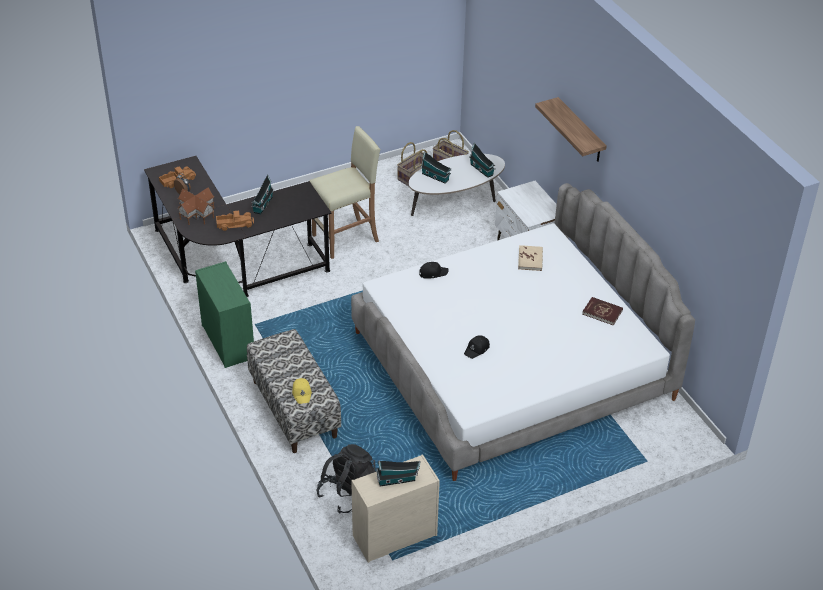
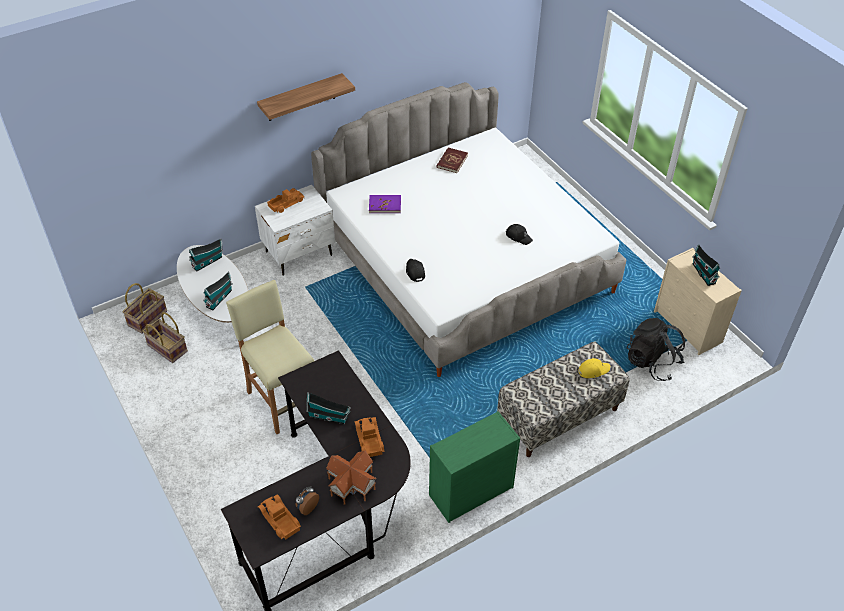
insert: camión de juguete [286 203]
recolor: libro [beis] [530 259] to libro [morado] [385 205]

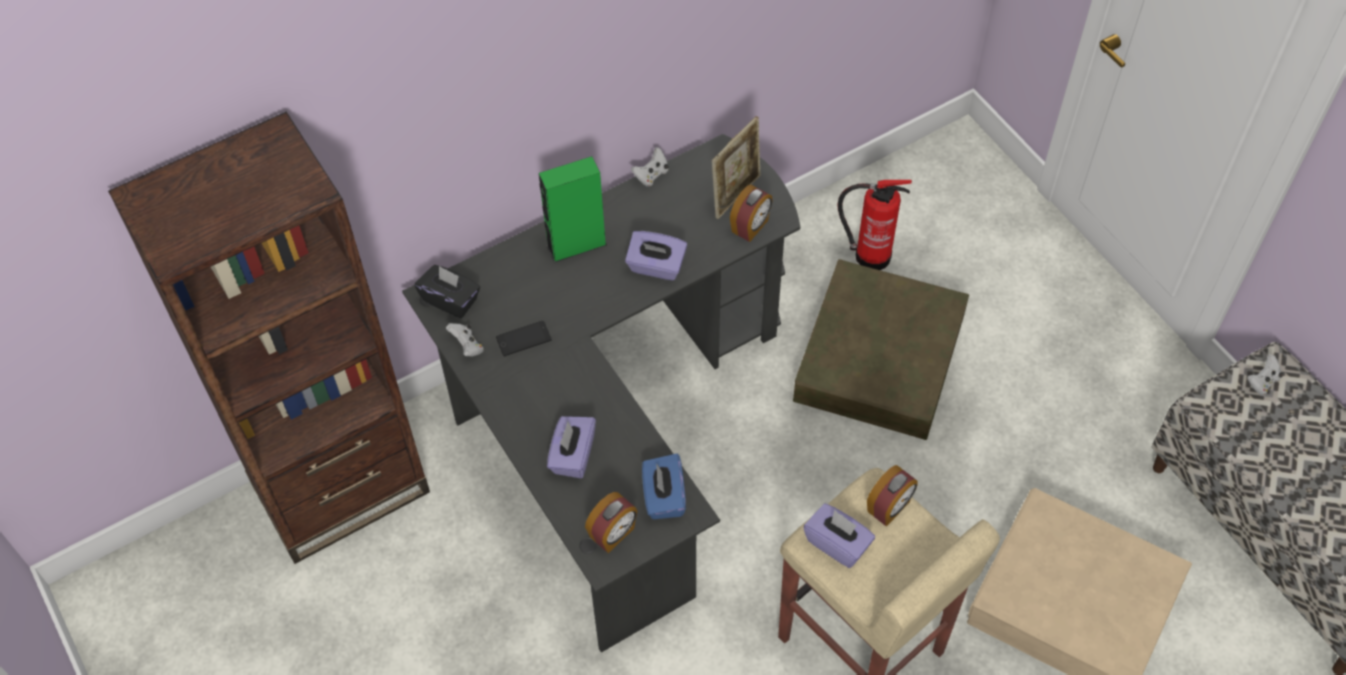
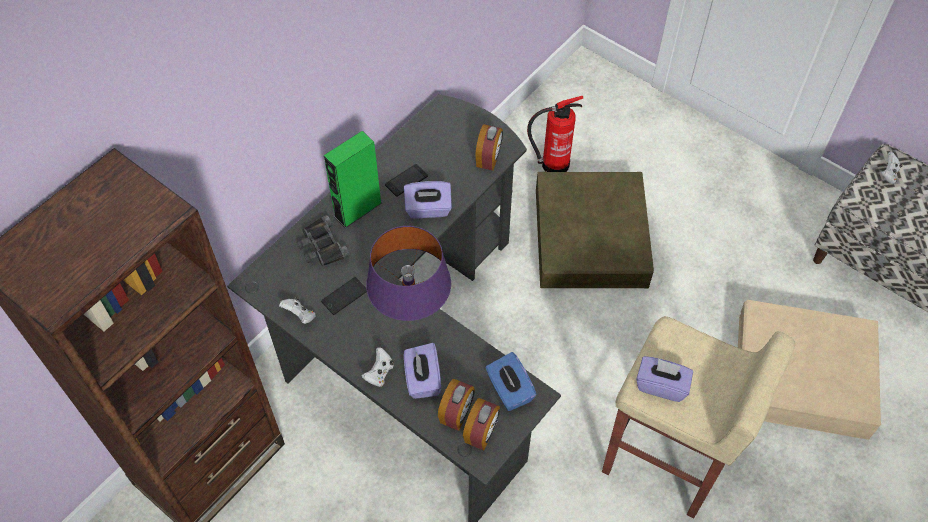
delete: caja de pañuelos [negro] [450 300]; portarretratos [736 194]
insert: prismáticos [negro] [321 246]; lámpara de mesa [morado] [411 312]; móvil [406 180]
move: mando de consola [blanco] [651 175] to [379 373]; despertador [889 507] to [456 414]

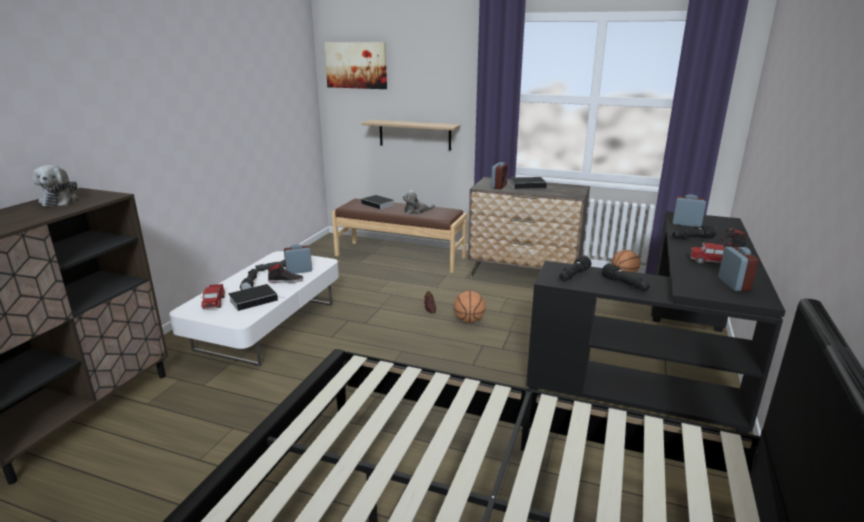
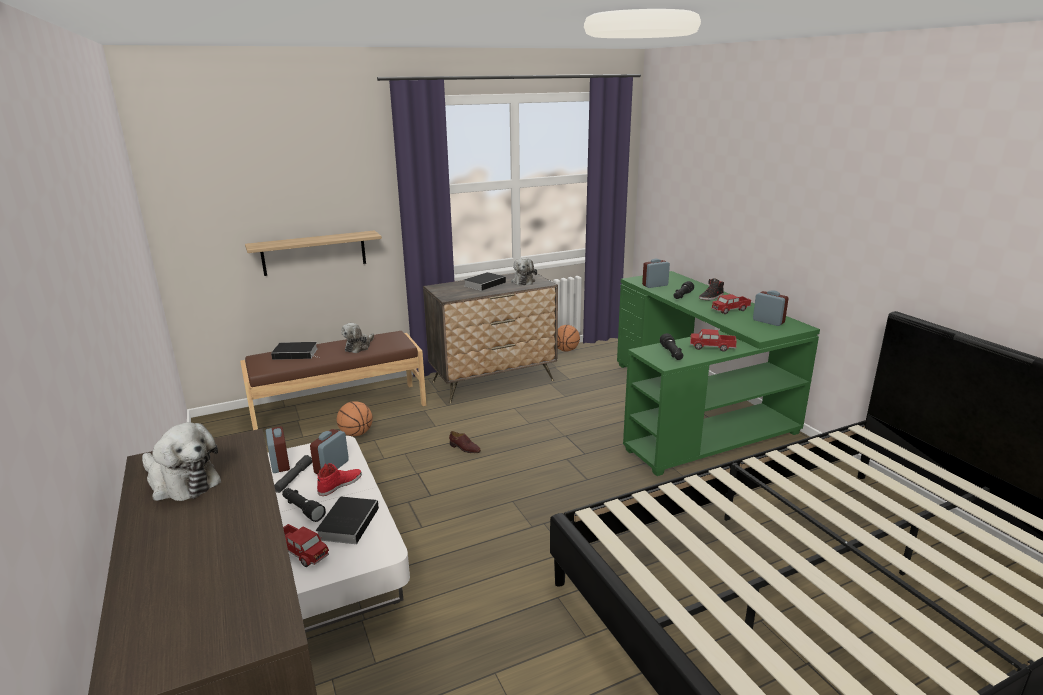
delete: cuadro [356 65]
insert: peluche [523 281]
move: despertador [499 186] to [280 464]; balón de baloncesto [469 321] to [356 434]
replace: linterna [negro] [625 285] to camión de juguete [712 347]
recolor: zapato [negro] [286 280] to zapato [rojo] [340 484]; escritorio [negro] [664 364] to escritorio [verde] [695 409]

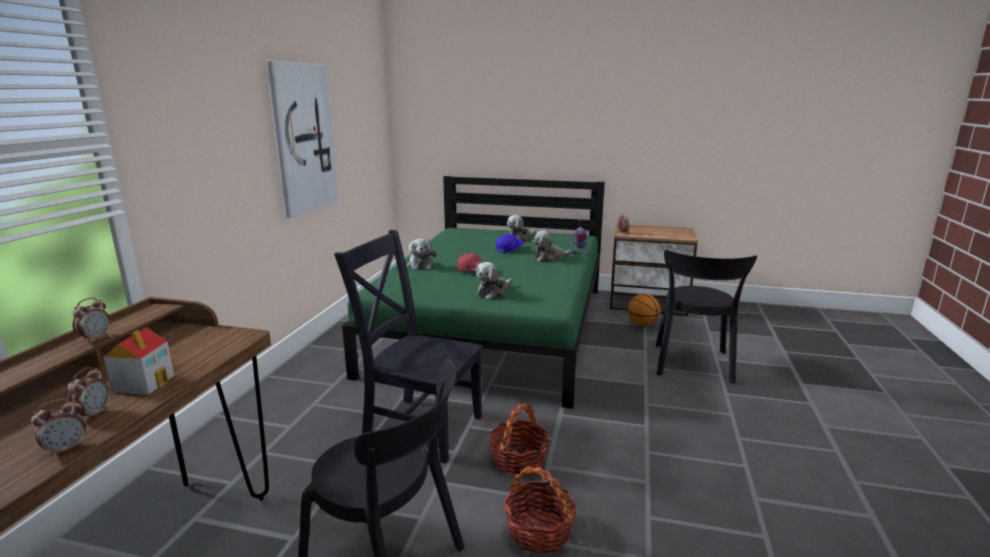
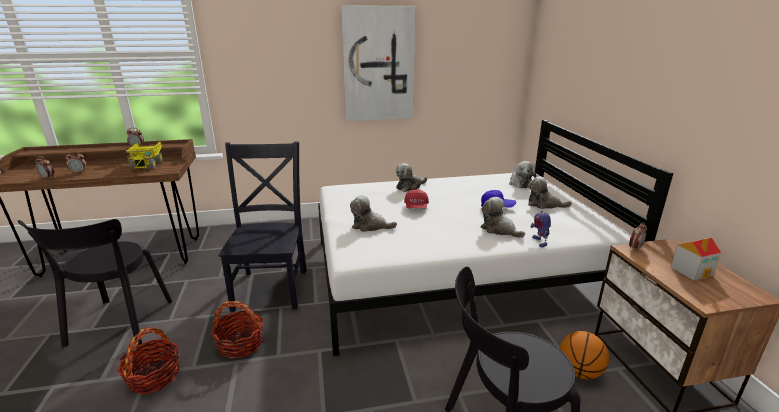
insert: camión de juguete [148 164]; peluche [520 183]
move: casita [144 383] to [691 271]
recolor: cama [verde] [495 328] to cama [blanco] [456 273]

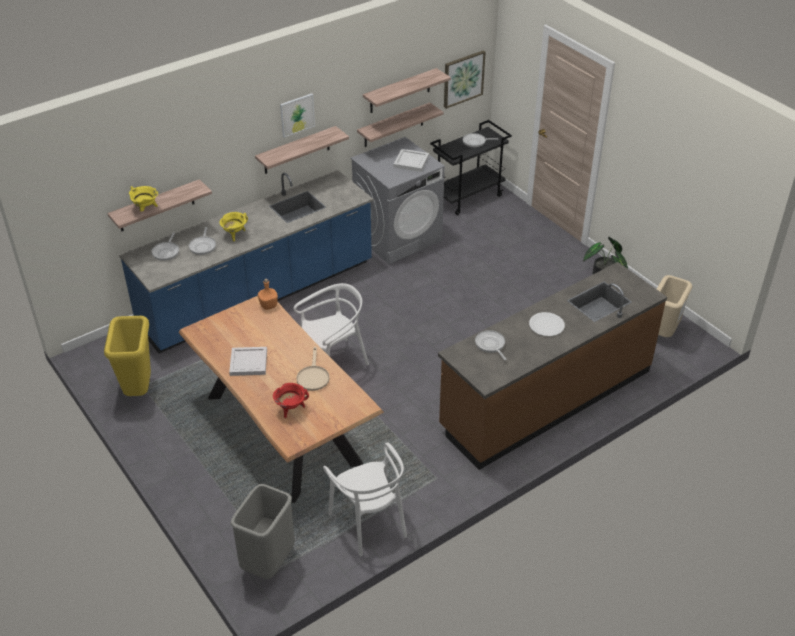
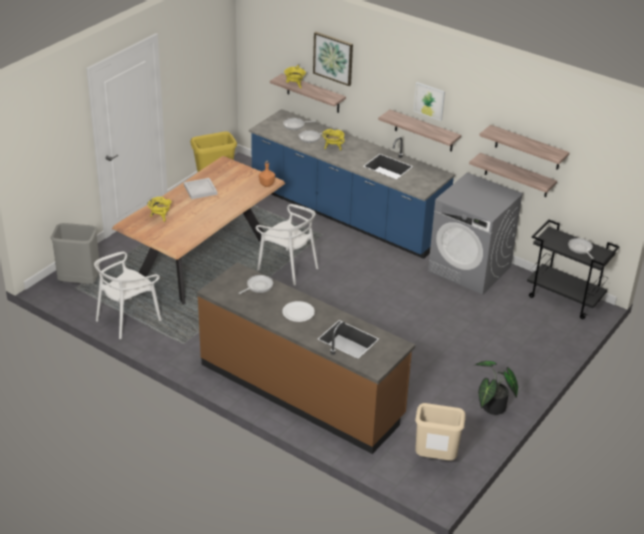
delete: sartén [beis] [313 376]; bandeja [blanco] [411 161]
move: cuadro [463 78] to [333 58]
recolor: olla [rojo] [291 409] to olla [amarillo] [160 217]

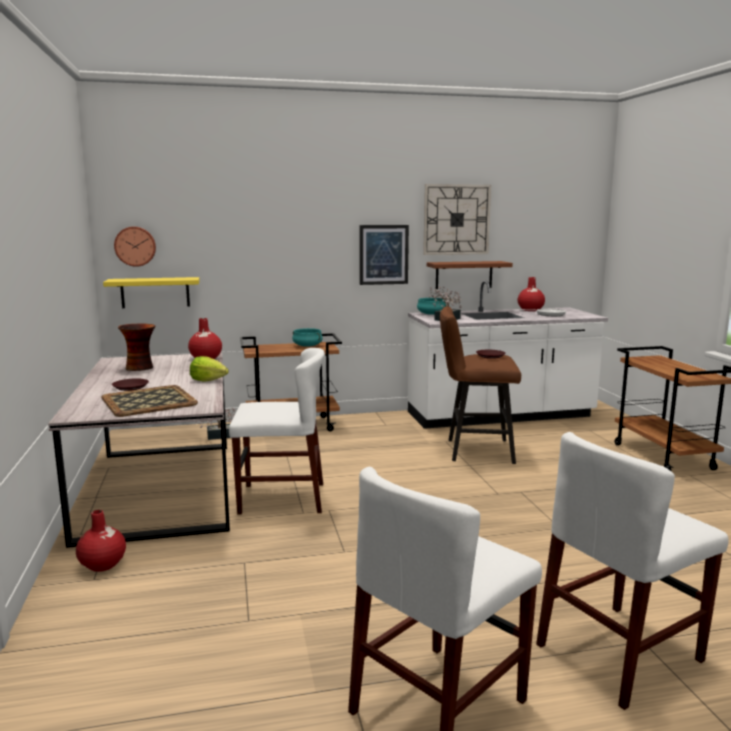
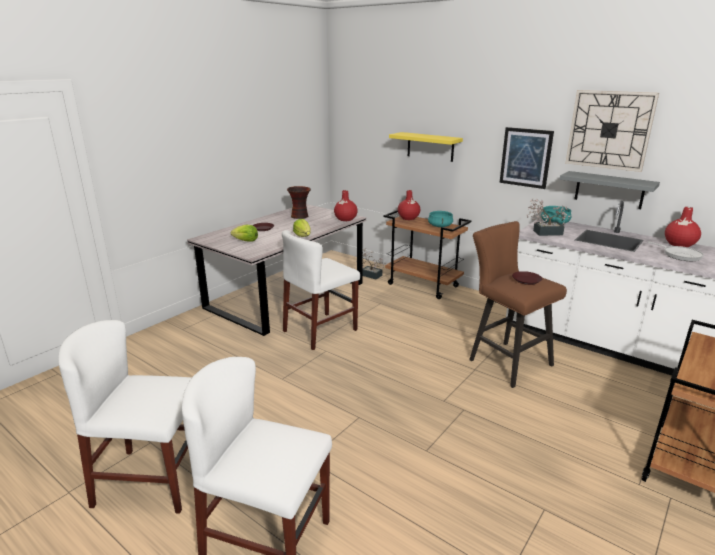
delete: reloj de pared [135 246]
move: estante [amarillo] [155 292] to [430 146]; florero [rojo] [102 564] to [408 218]
replace: bandeja [150 401] to lechuga [246 241]
recolor: estante [marrón] [464 275] to estante [gris] [609 190]
rotate: silla [blanco] [282 498] = [320 330] 90 degrees clockwise

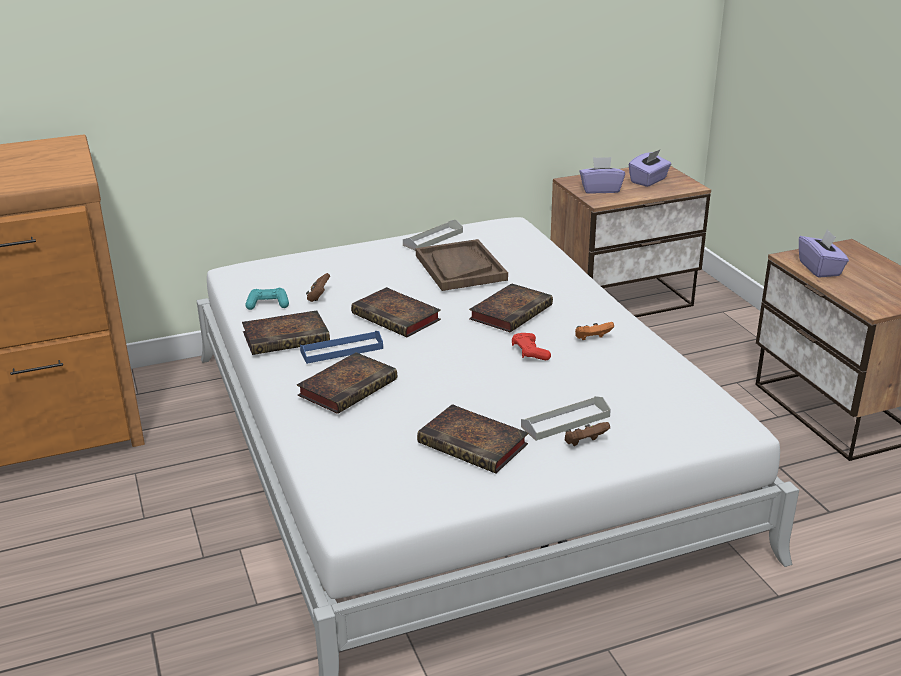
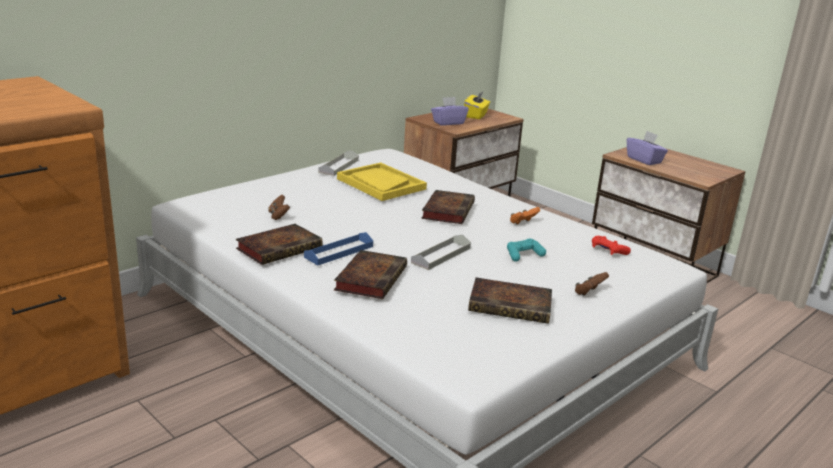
delete: libro [398 317]
move: bandeja [gris] [565 421] to [441 255]; mando de consola [turquesa] [268 304] to [524 255]; mando de consola [rojo] [529 352] to [608 251]
recolor: bandeja [marrón] [460 267] to bandeja [amarillo] [380 184]; caja de pañuelos [morado] [648 181] to caja de pañuelos [amarillo] [476 115]

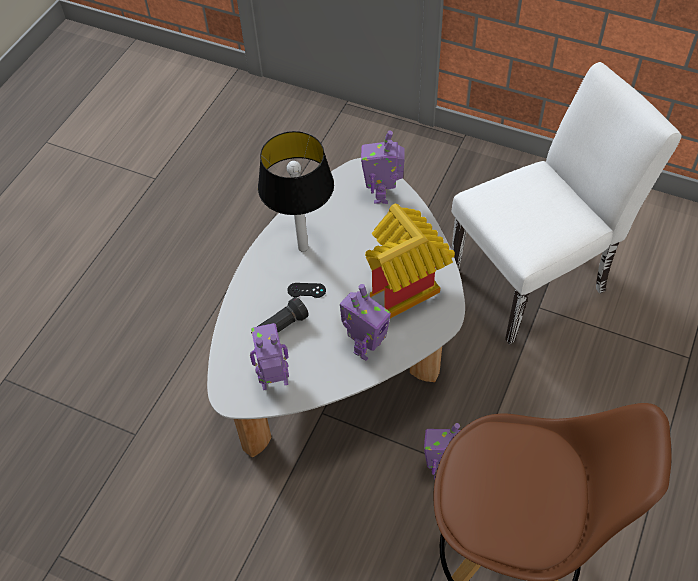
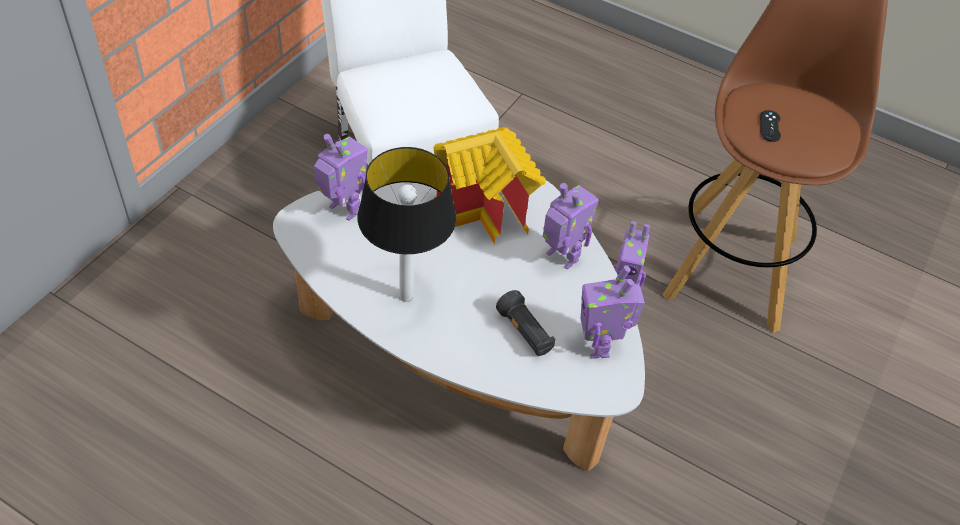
move: mando de consola [negro] [306 290] to [770 126]
rotate: robot de juguete [382 195] = [343 210] 150 degrees counterclockwise

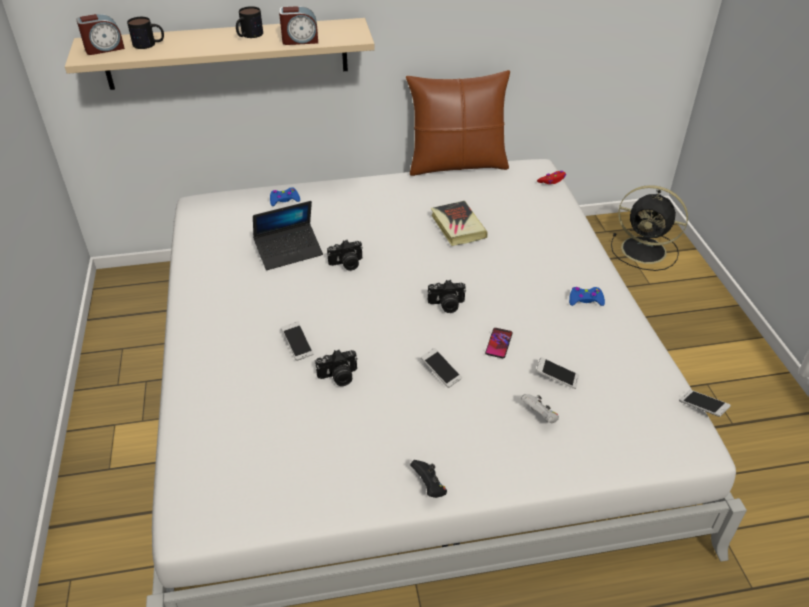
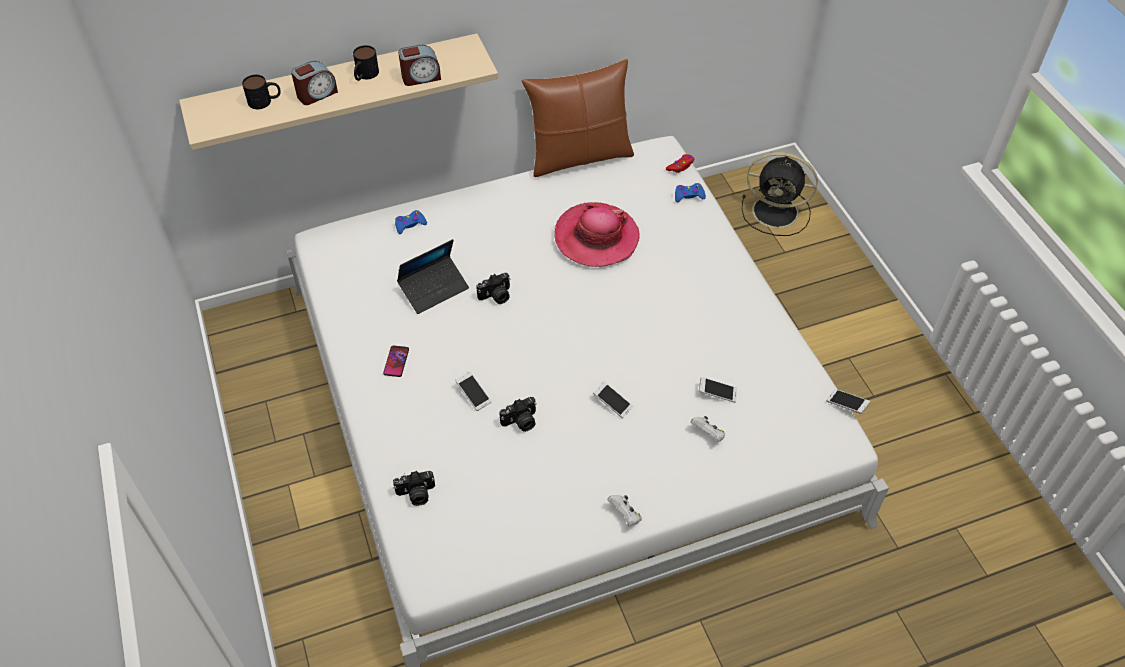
move: despertador [104 48] to [316 94]; móvil [498 343] to [396 361]; cámara [446 305] to [416 494]; mando de consola [azul] [585 300] to [688 195]
replace: libro [457 227] to sombrero [596 237]
recolor: mando de consola [negro] [429 487] to mando de consola [blanco] [625 515]

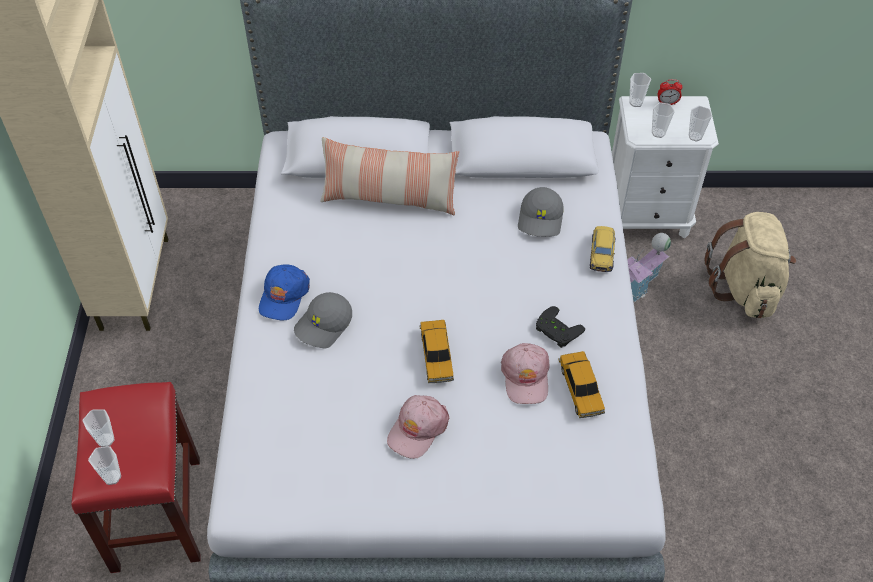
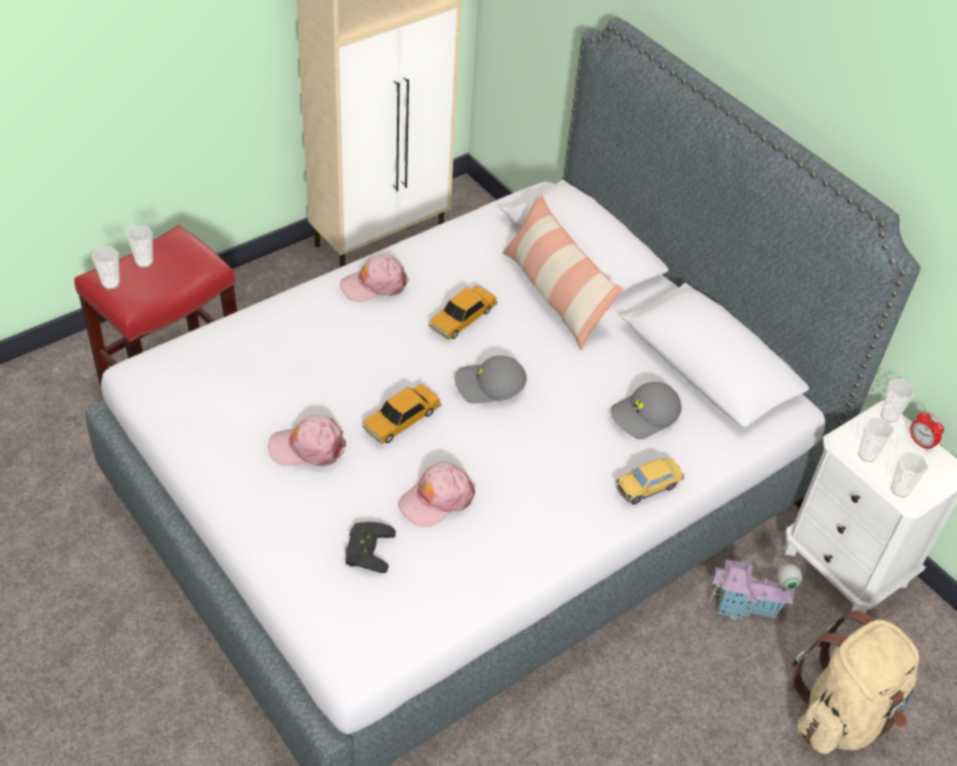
move: mando de consola [negro] [556 331] to [365 549]; coche de juguete [581 389] to [462 318]; gorra [gris] [324 325] to [489 386]
recolor: gorra [azul] [283 296] to gorra [rosa] [374 284]

